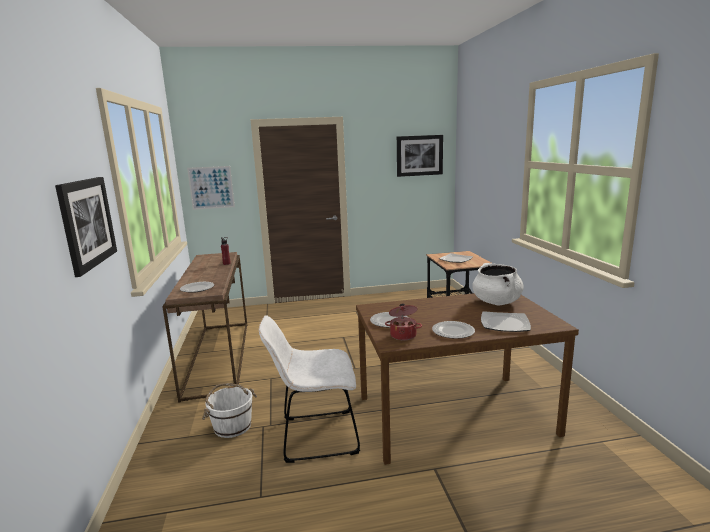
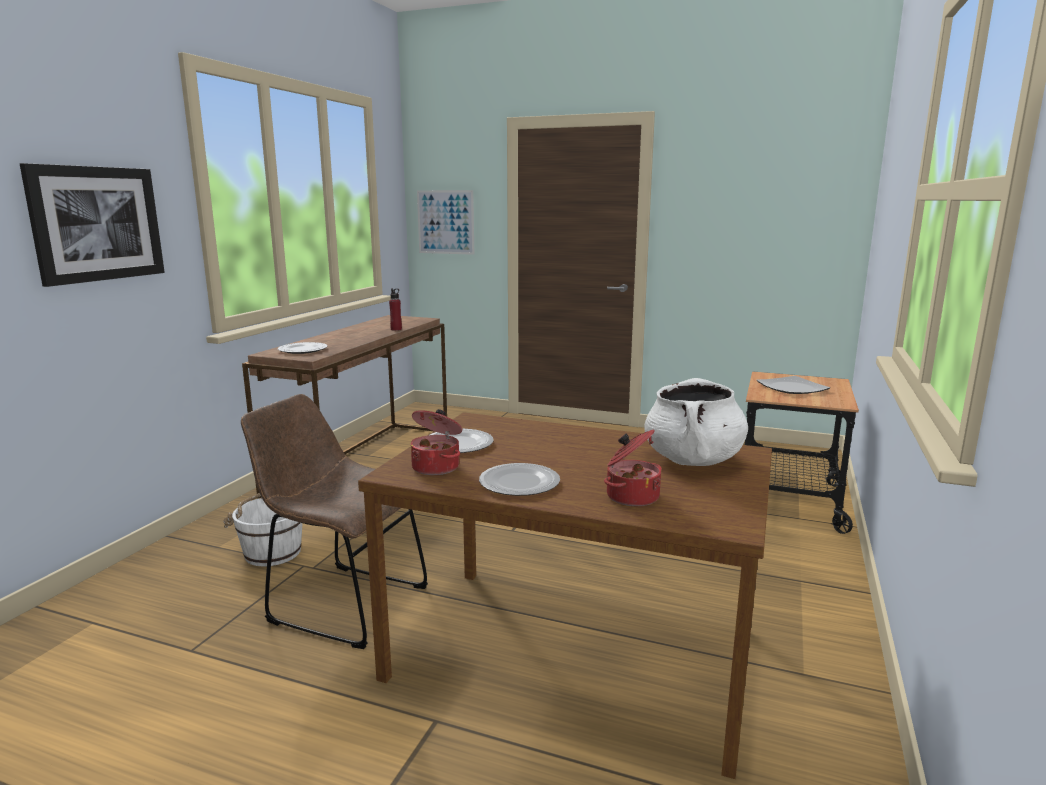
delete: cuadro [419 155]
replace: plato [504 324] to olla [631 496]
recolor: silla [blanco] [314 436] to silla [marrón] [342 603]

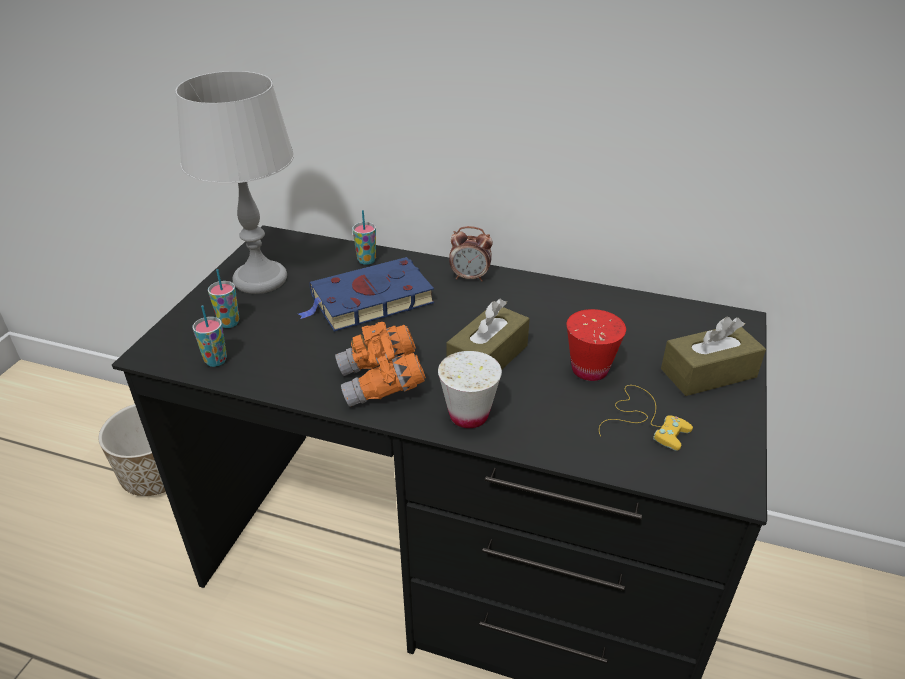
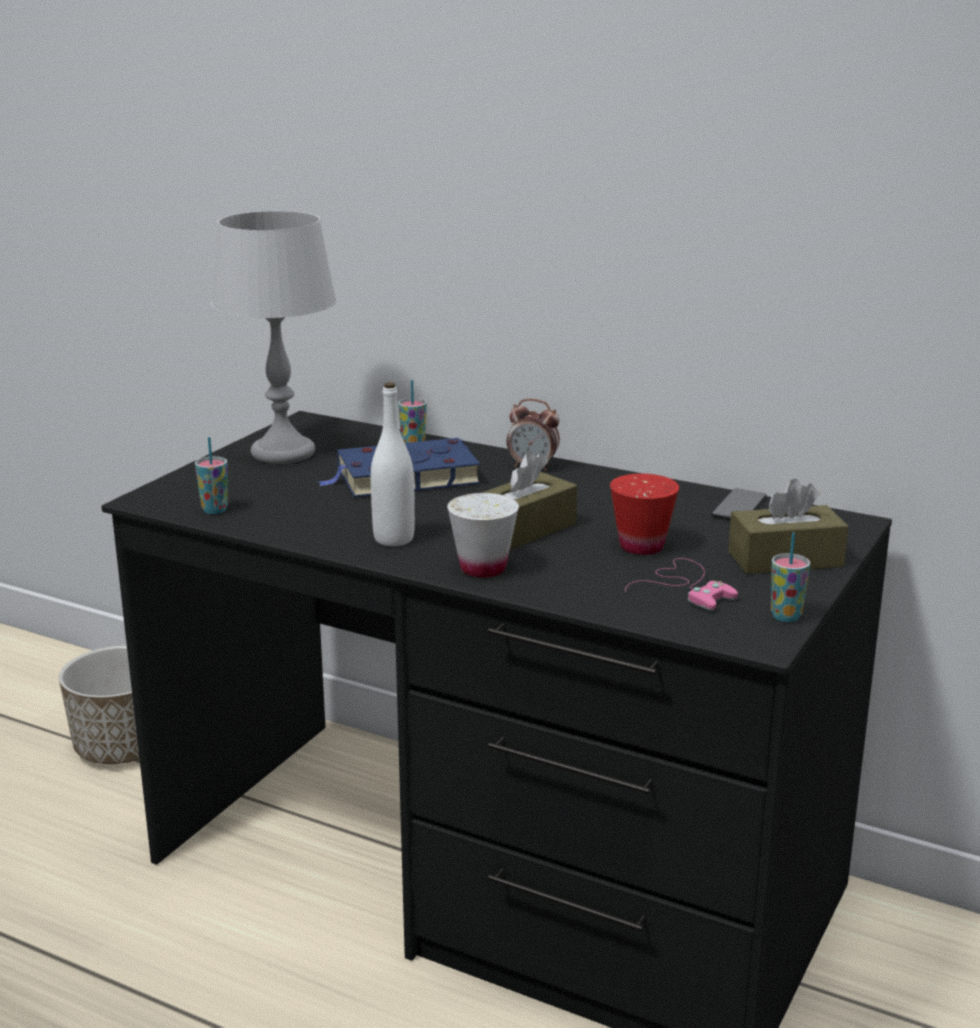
insert: móvil [739 507]
move: taza [229 323] to [786 616]
replace: prismáticos [naranja] [381 383] to botella [blanco] [394 539]
recolor: mando de consola [amarillo] [644 419] to mando de consola [rosa] [686 586]

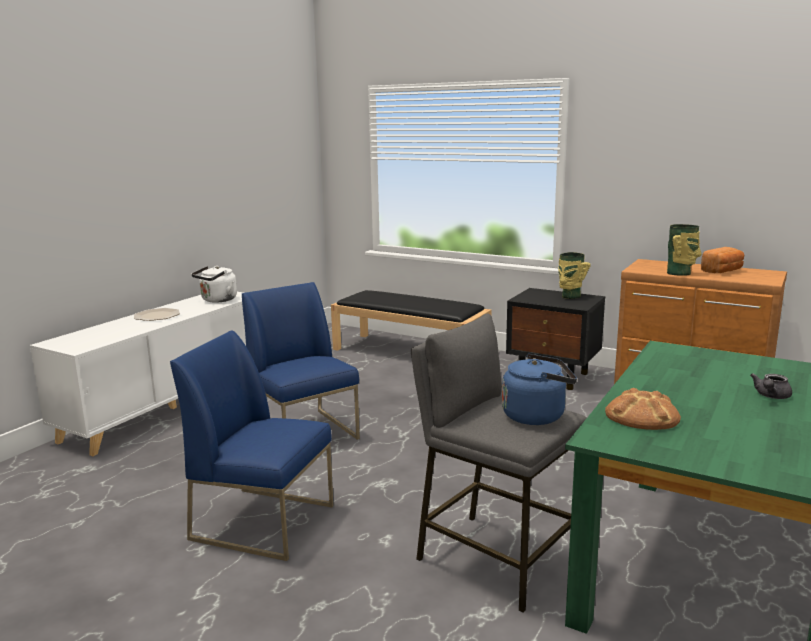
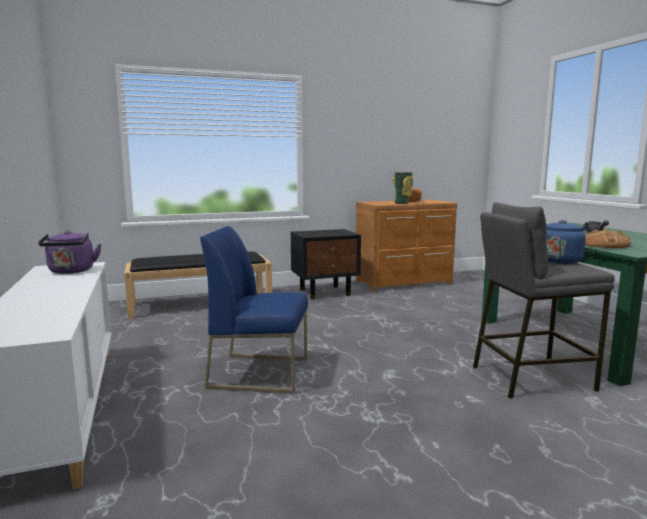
delete: plato [157 315]; silla [azul] [265 521]; florero [569 296]
recolor: hervidor [blanco] [217 300] to hervidor [morado] [71 271]

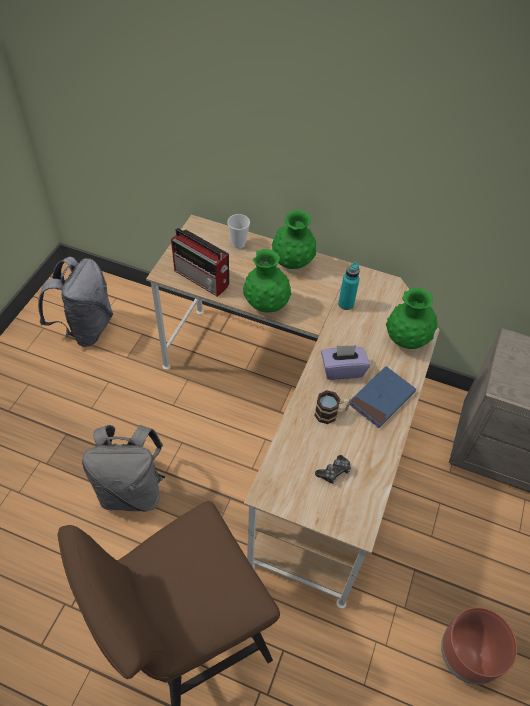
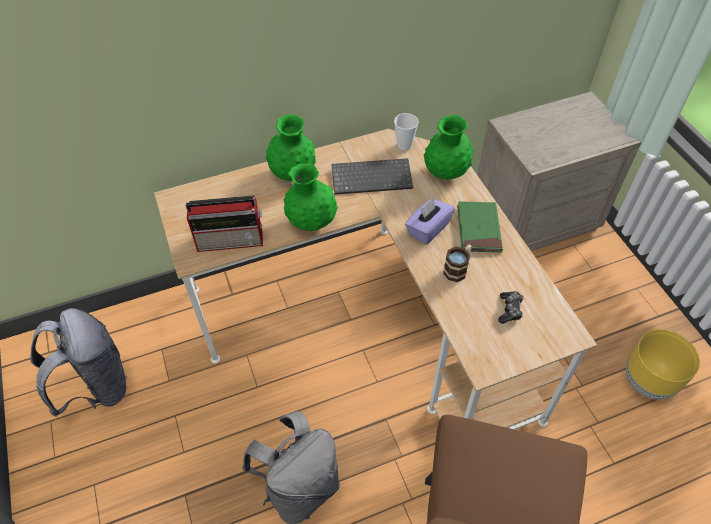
move: taza [238 244] to [404 145]
replace: botella [turquesa] [346 304] to teclado [372 177]
recolor: libro [azul] [381 398] to libro [verde] [478 229]; maceta [marrón] [465 657] to maceta [amarillo] [648 382]

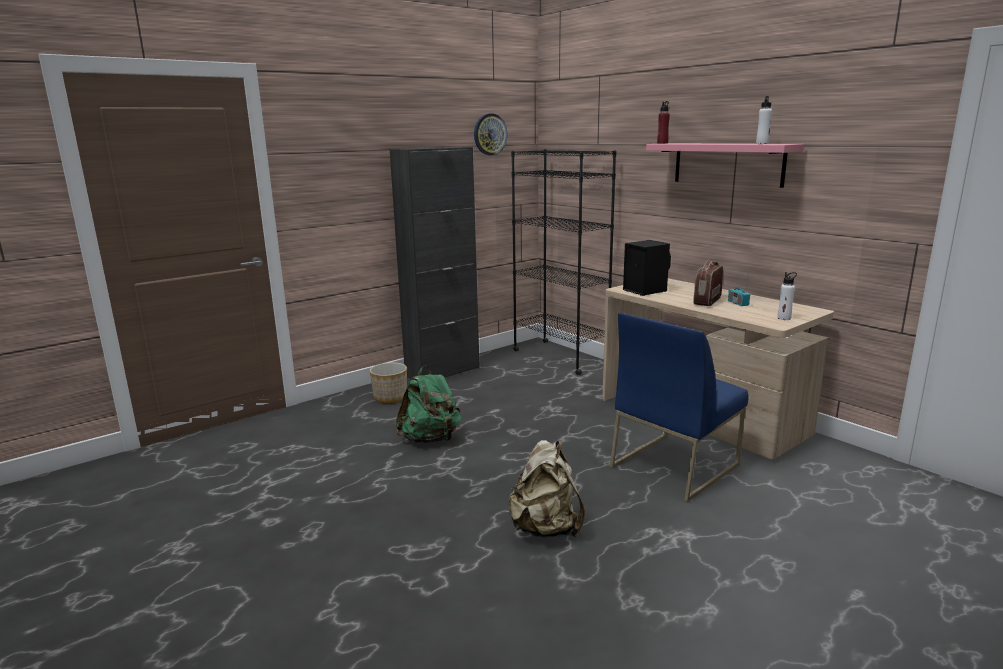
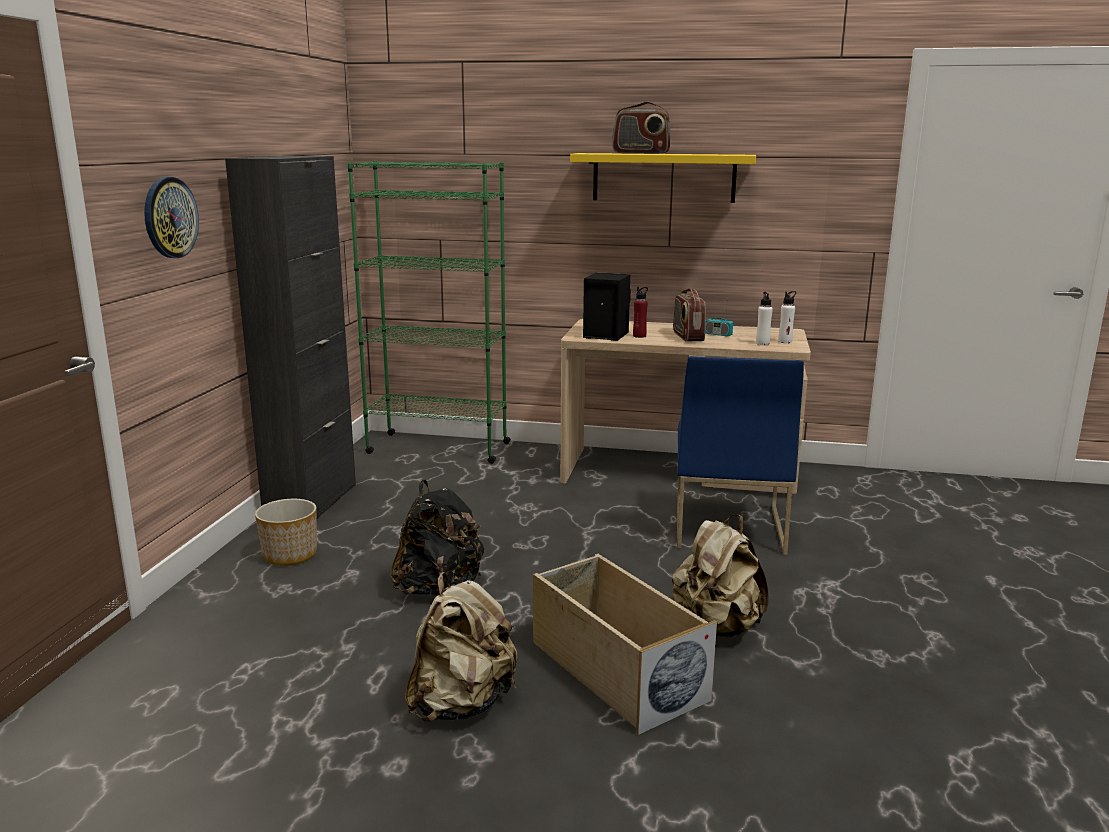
insert: mochila [beis] [462 704]; caja de almacenaje [beis] [615 670]; radio [640 153]
move: reloj de pared [490 134] to [169 217]; botella [rojo] [662 143] to [639 336]; botella [blanco] [762 143] to [762 343]
recolor: estantería [negro] [560 357] to estantería [verde] [438 448]; mochila [verde] [430 439] to mochila [negro] [438 587]; estante [rosa] [727 164] to estante [amarillo] [663 177]

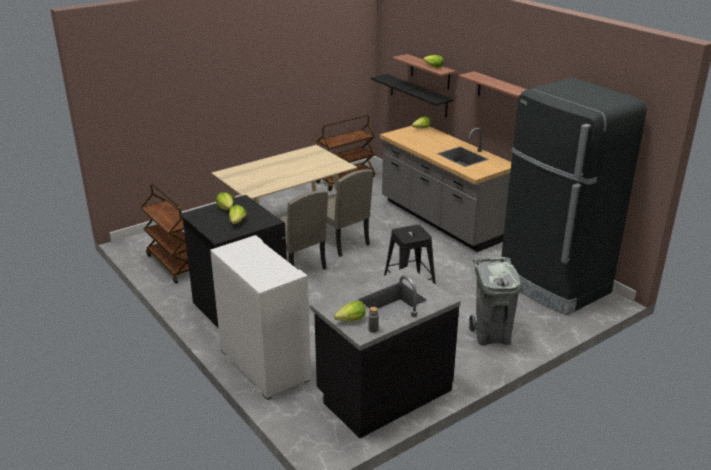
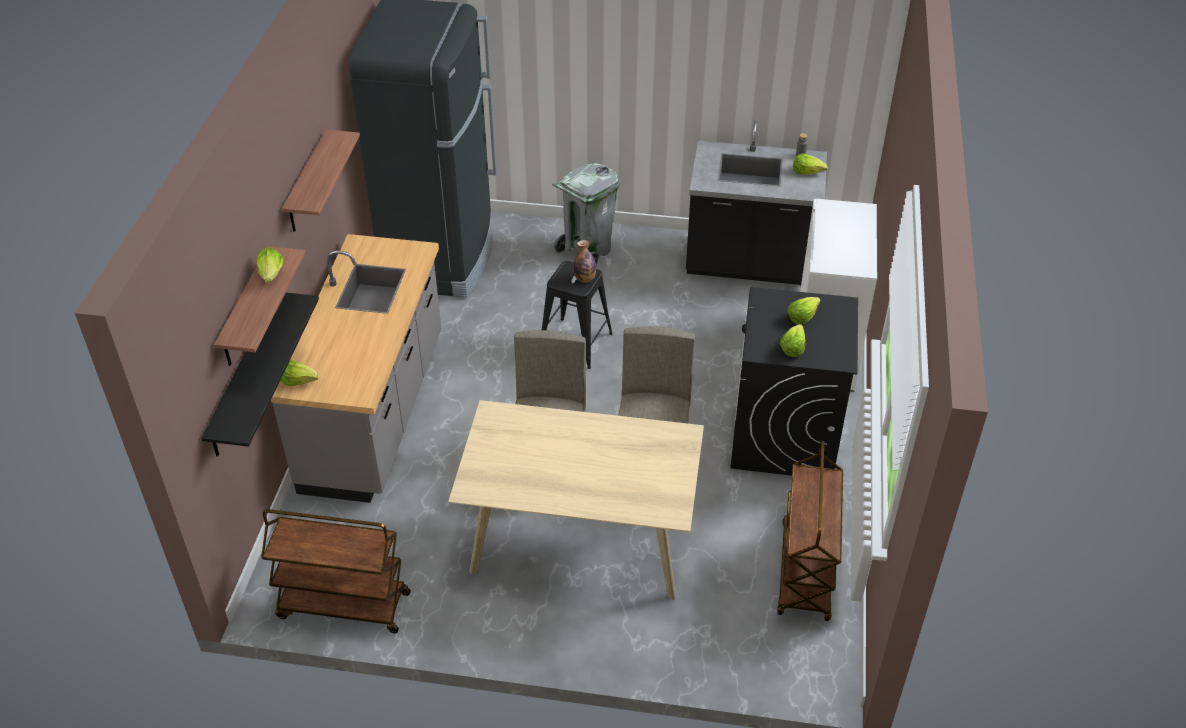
insert: botella [585 279]

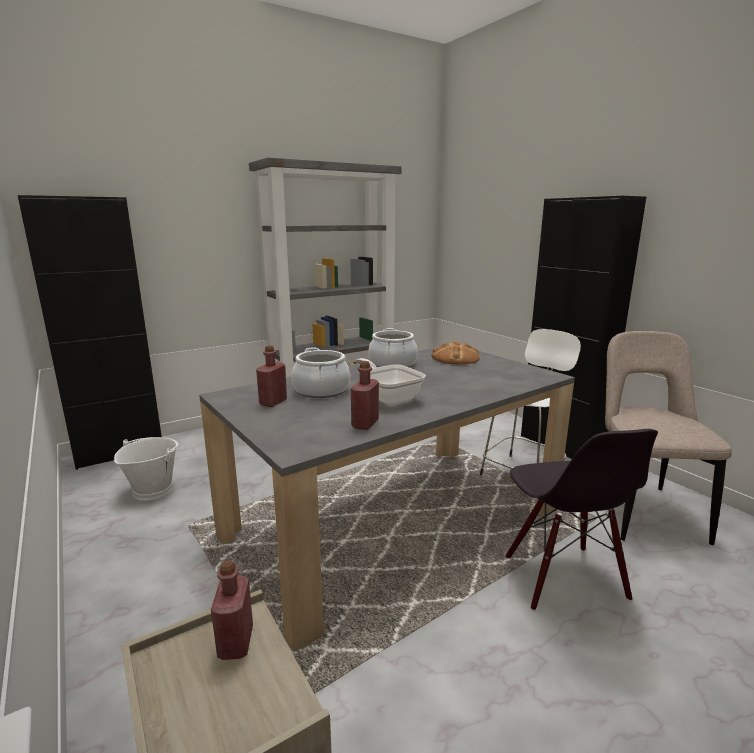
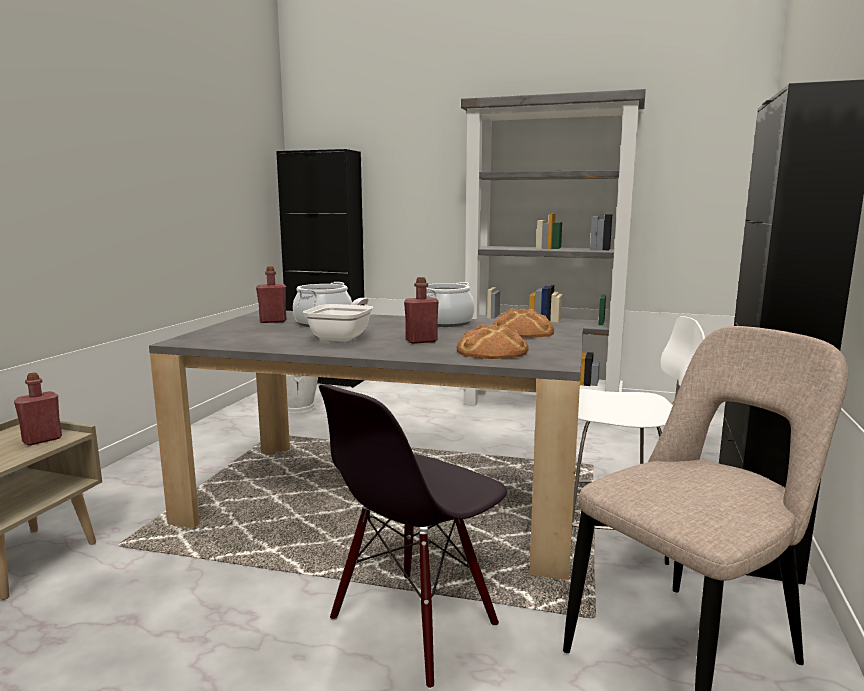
insert: pan [492 351]
move: botella [rojo] [365 424] to [421 341]

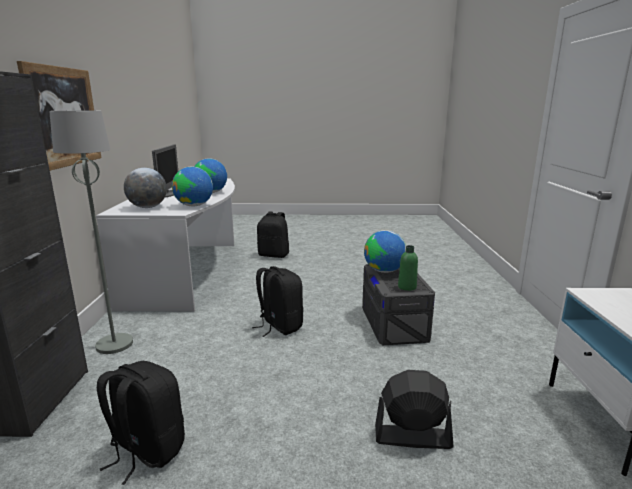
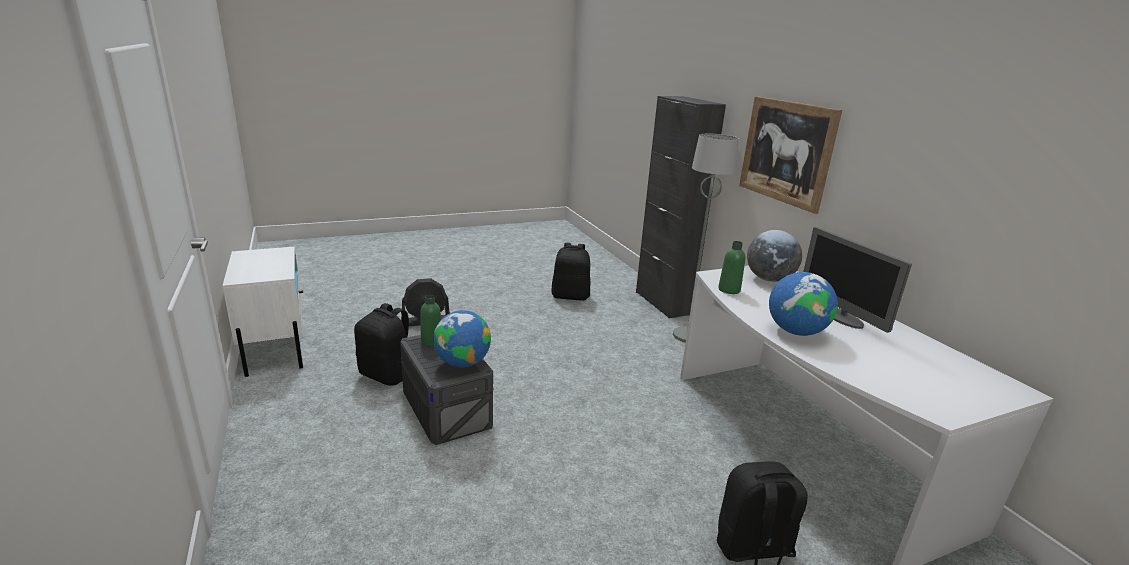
move: mochila [negro] [279 326] to [387 375]
replace: globo terráqueo [194 206] to botella [verde] [729 290]

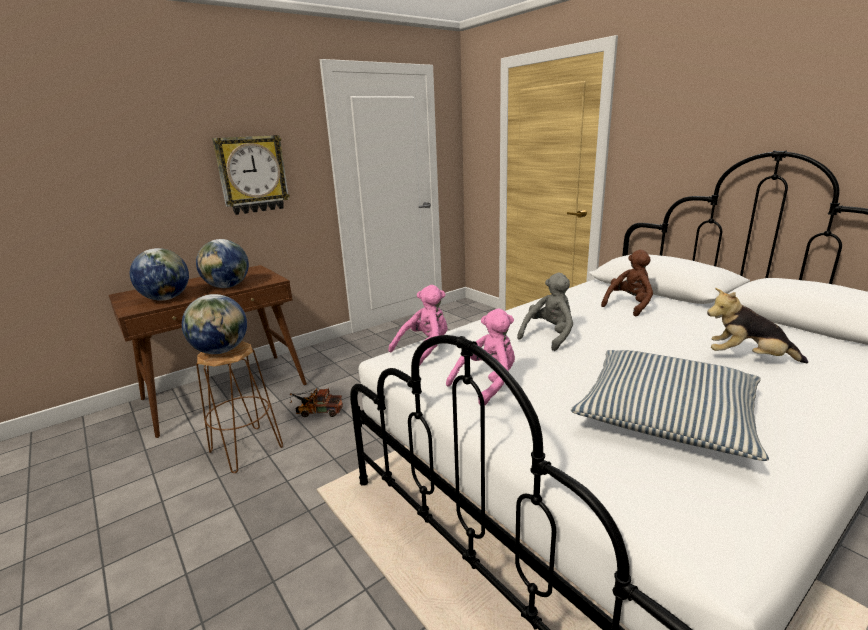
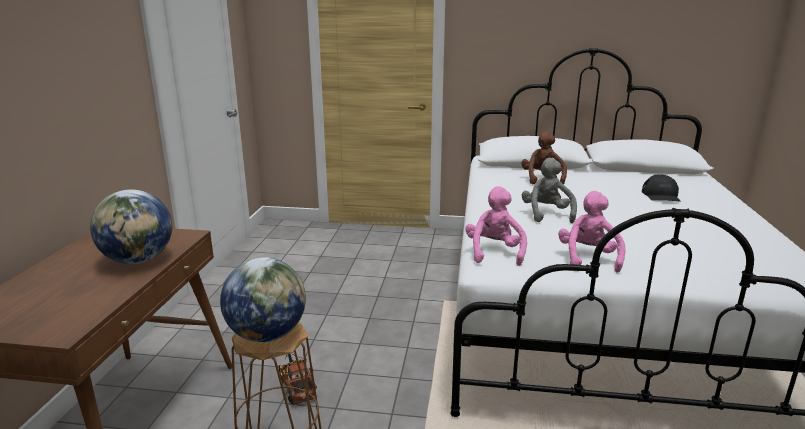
delete: globo terráqueo [166 298]; reloj de pared [252 174]; cojín [666 415]
replace: peluche [747 358] to gorra [negro] [661 195]
rotate: camión de juguete [317 411] = [296 385] 105 degrees clockwise

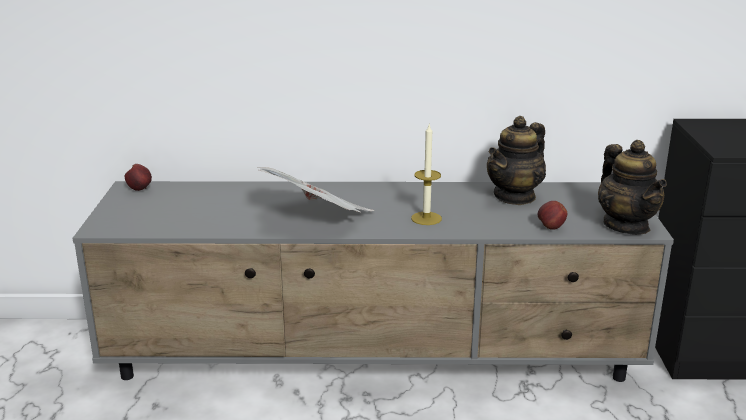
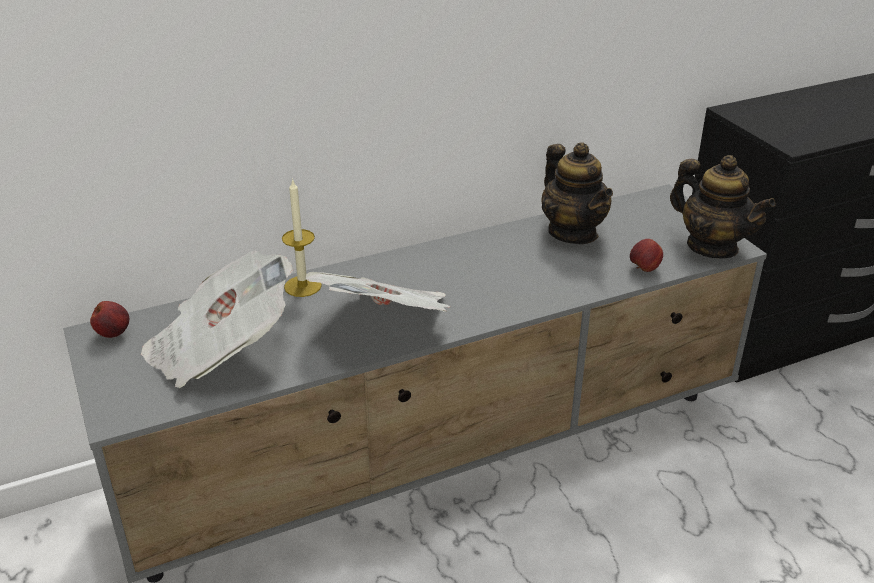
insert: periódico [220 350]
move: vela [426 218] to [302 286]
rotate: tetera [515 196] = [573 232] 45 degrees counterclockwise

